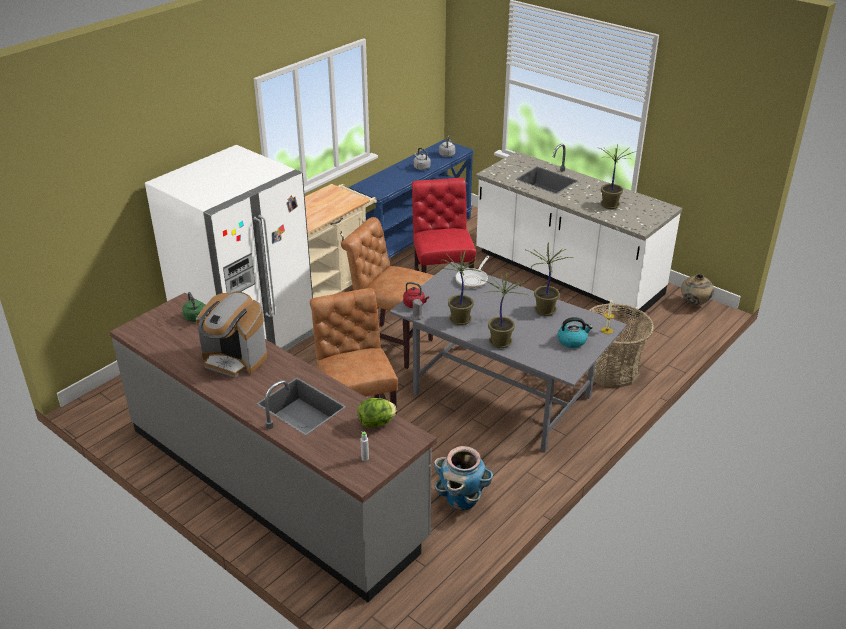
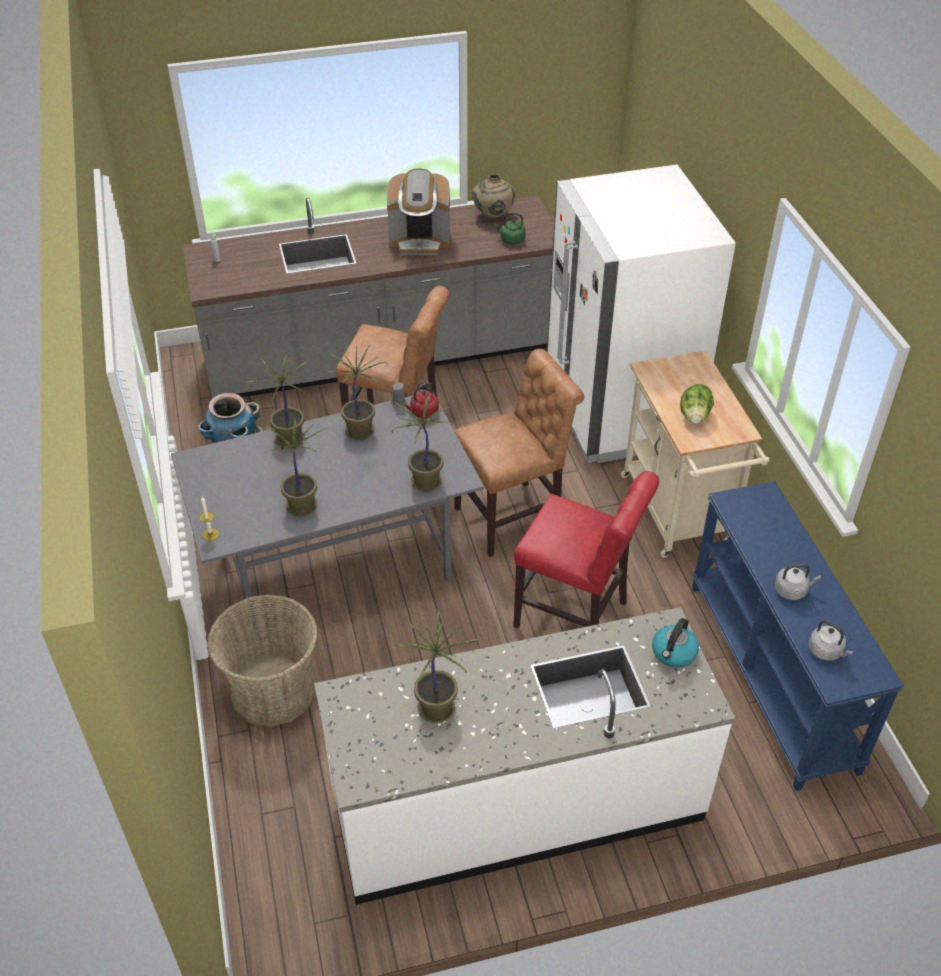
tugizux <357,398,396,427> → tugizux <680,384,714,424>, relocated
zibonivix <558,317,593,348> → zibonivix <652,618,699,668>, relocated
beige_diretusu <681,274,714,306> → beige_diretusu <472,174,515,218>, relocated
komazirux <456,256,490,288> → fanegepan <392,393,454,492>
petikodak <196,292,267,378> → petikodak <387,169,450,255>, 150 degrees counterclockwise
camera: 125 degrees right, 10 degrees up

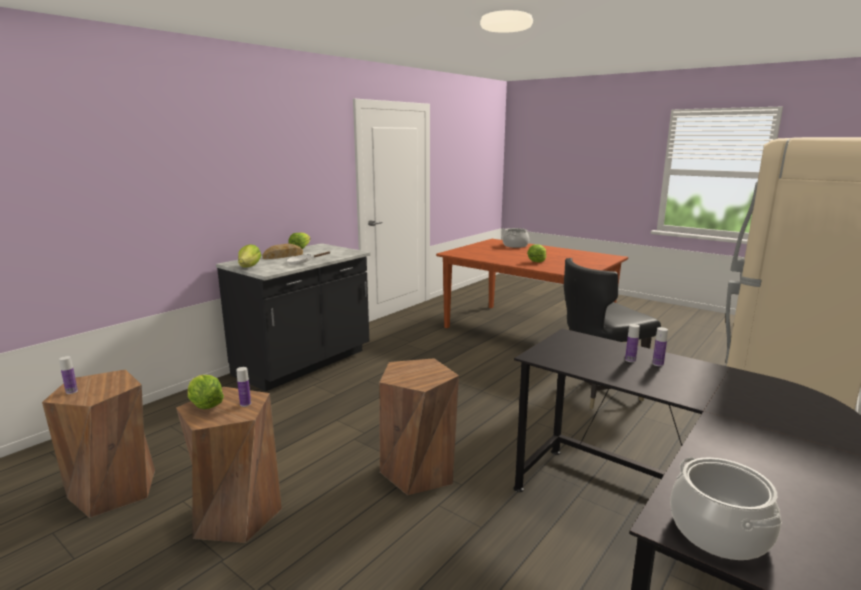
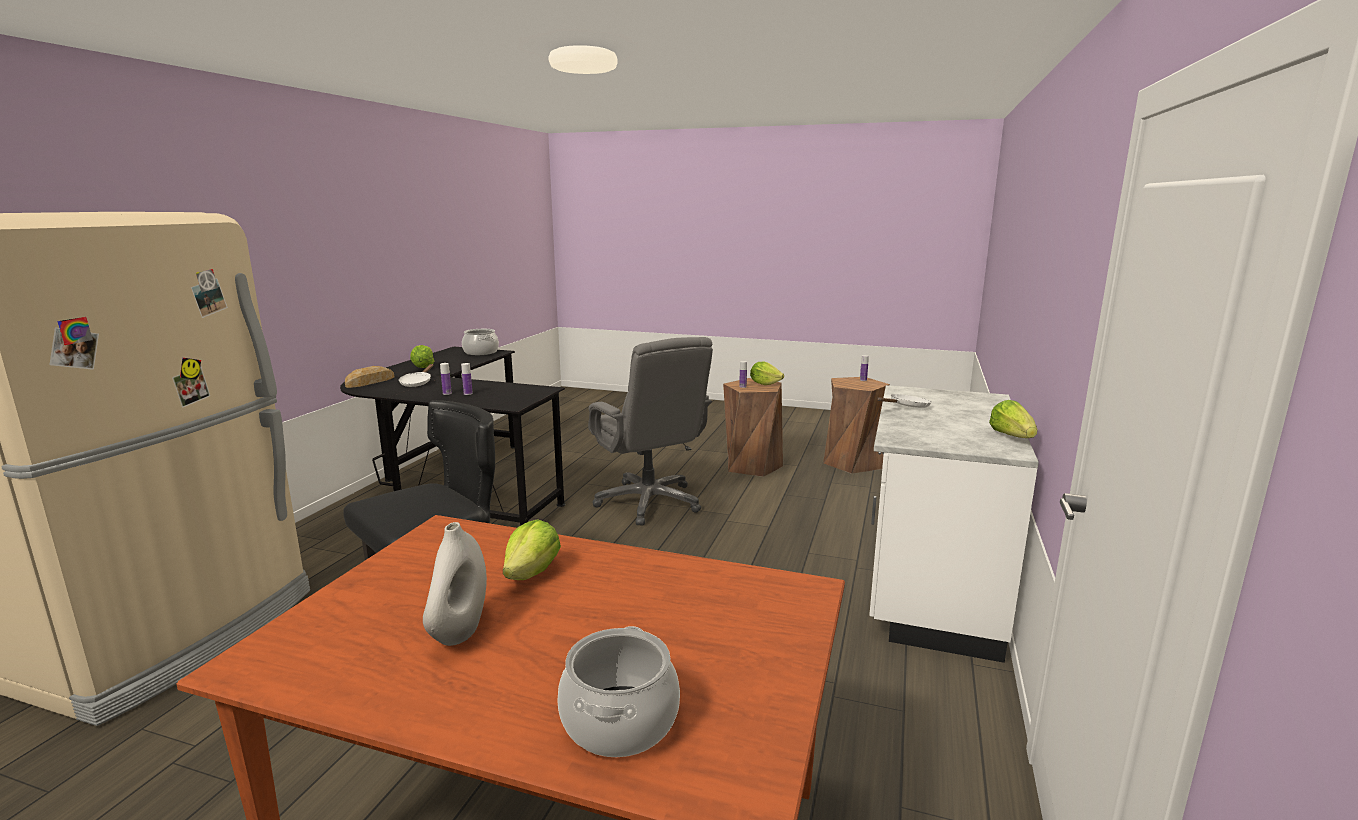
- → white_komazirux <399,364,433,387>
- → white_diretusu <423,522,487,646>
tugizux <238,244,261,268> → tugizux <410,345,434,368>, relocated
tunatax <262,243,303,259> → tunatax <345,366,394,388>, relocated
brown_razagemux <379,358,459,495> → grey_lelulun <588,337,713,526>
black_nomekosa <216,243,370,391> → white_nomekosa <869,385,1039,663>
camera: 160 degrees right, 0 degrees up

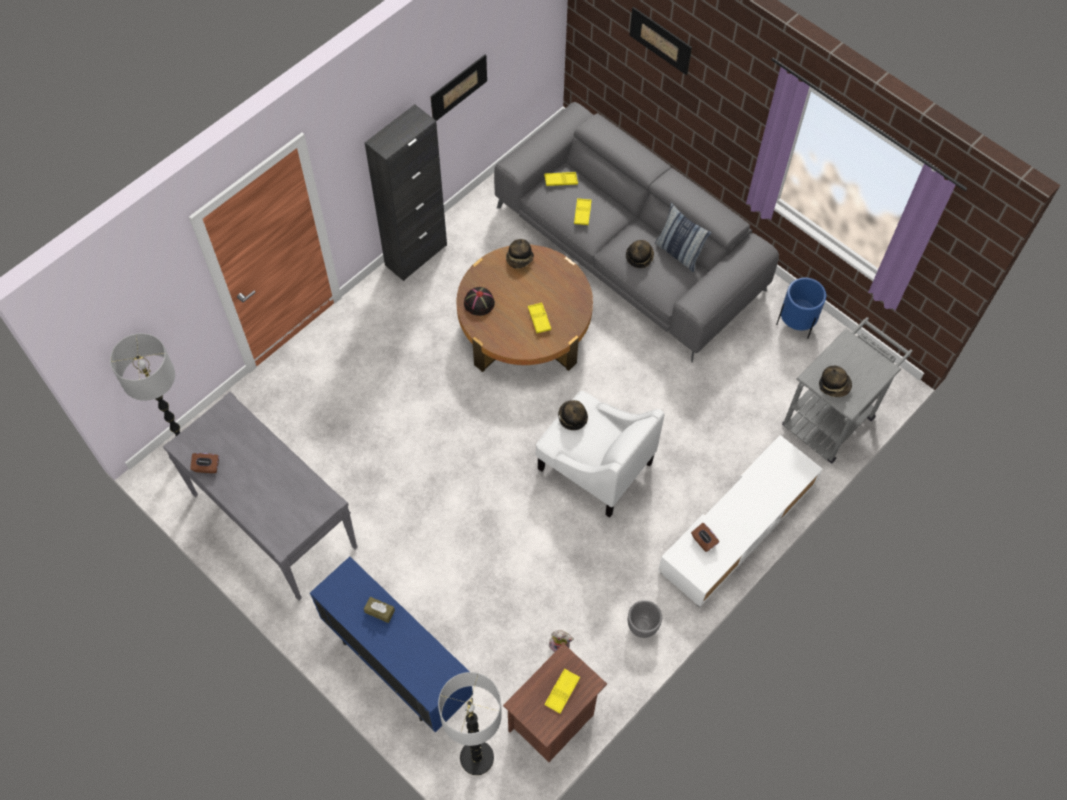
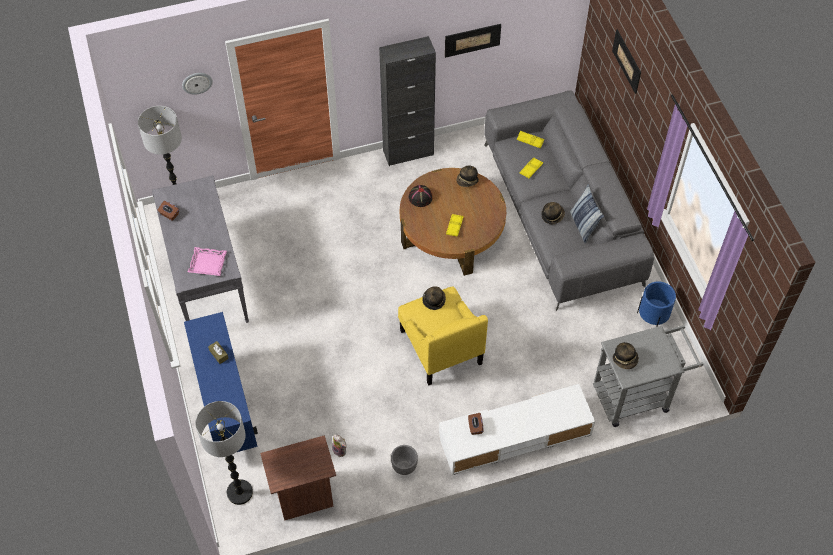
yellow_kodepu <544,668,580,714> → -
- → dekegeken <182,73,213,94>
- → pink_kodepu <188,247,227,276>
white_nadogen <536,391,665,518> → yellow_nadogen <398,287,488,385>
camera: 30 degrees right, 5 degrees down

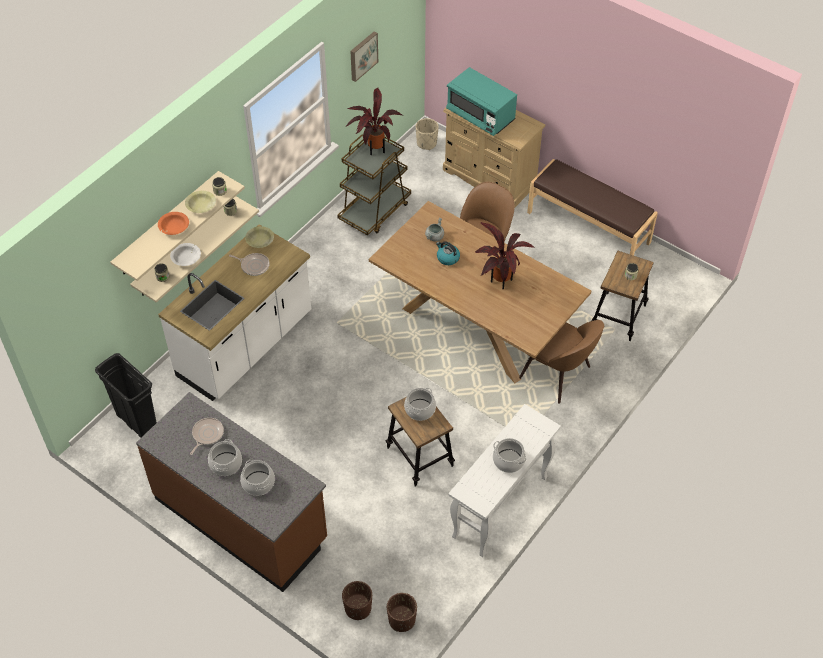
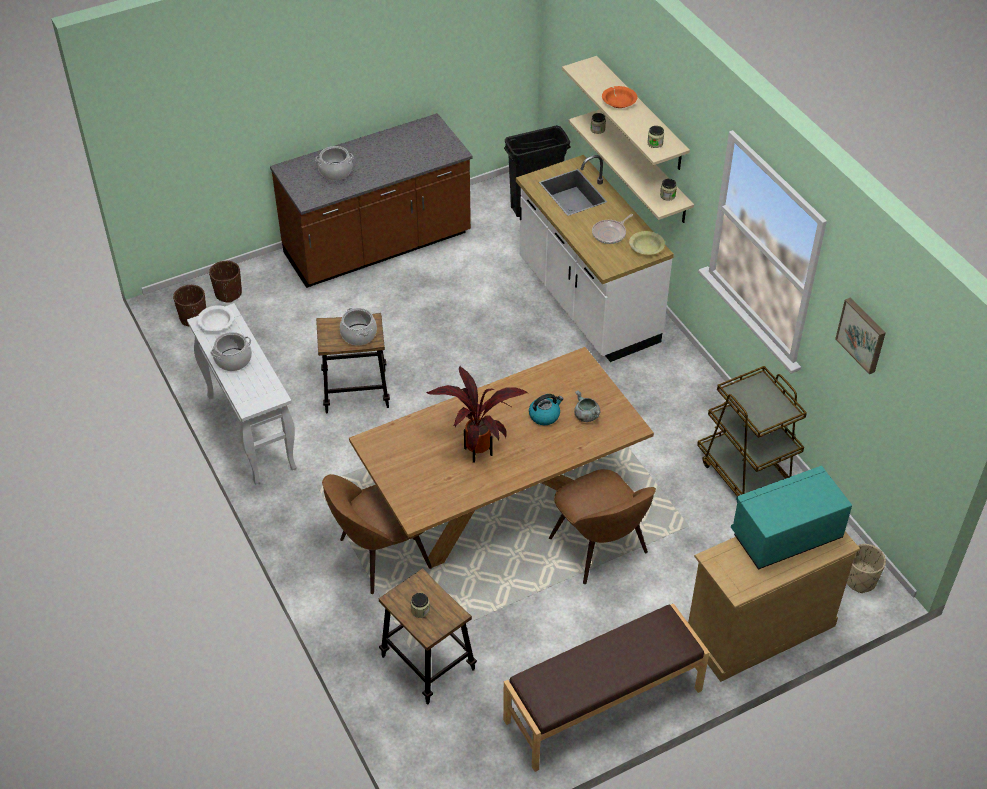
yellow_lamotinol <185,191,216,213> → -
komazirux <190,418,224,455> → -
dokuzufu <208,439,242,476> → -
fanegepan <345,88,403,155> → -
white_lamotinol <170,243,201,266> → white_lamotinol <197,305,234,331>, relocated
camera: 115 degrees right, 5 degrees down

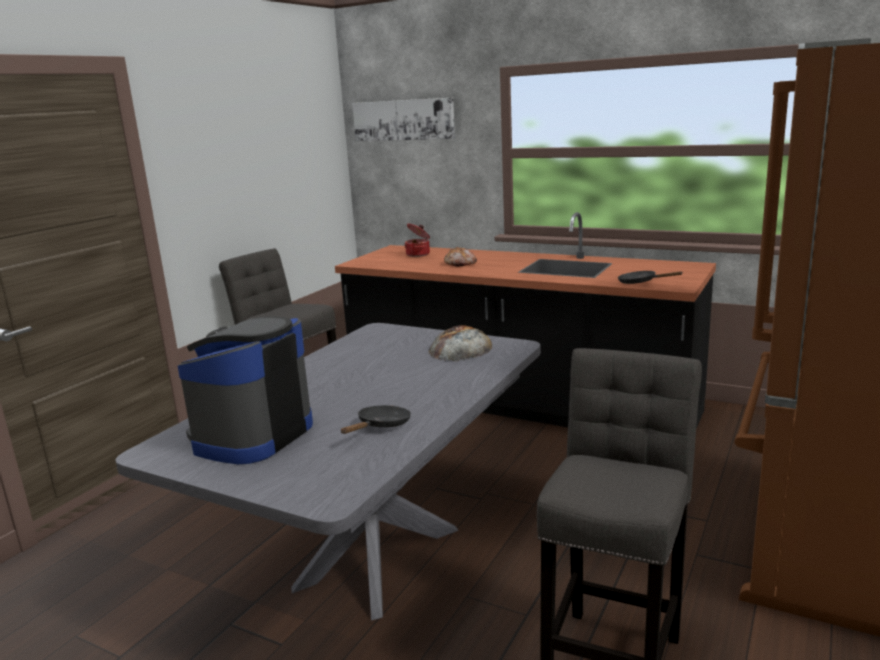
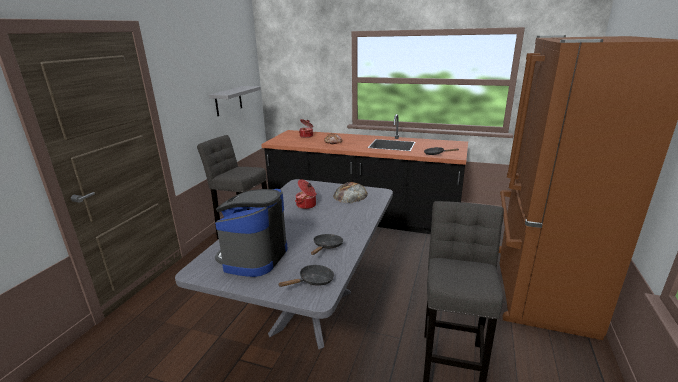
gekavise <352,97,455,141> → -
- → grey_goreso <209,86,261,116>
- → black_komazirux <279,265,334,287>
- → dokuzufu <295,179,317,209>
camera: 10 degrees left, 5 degrees up

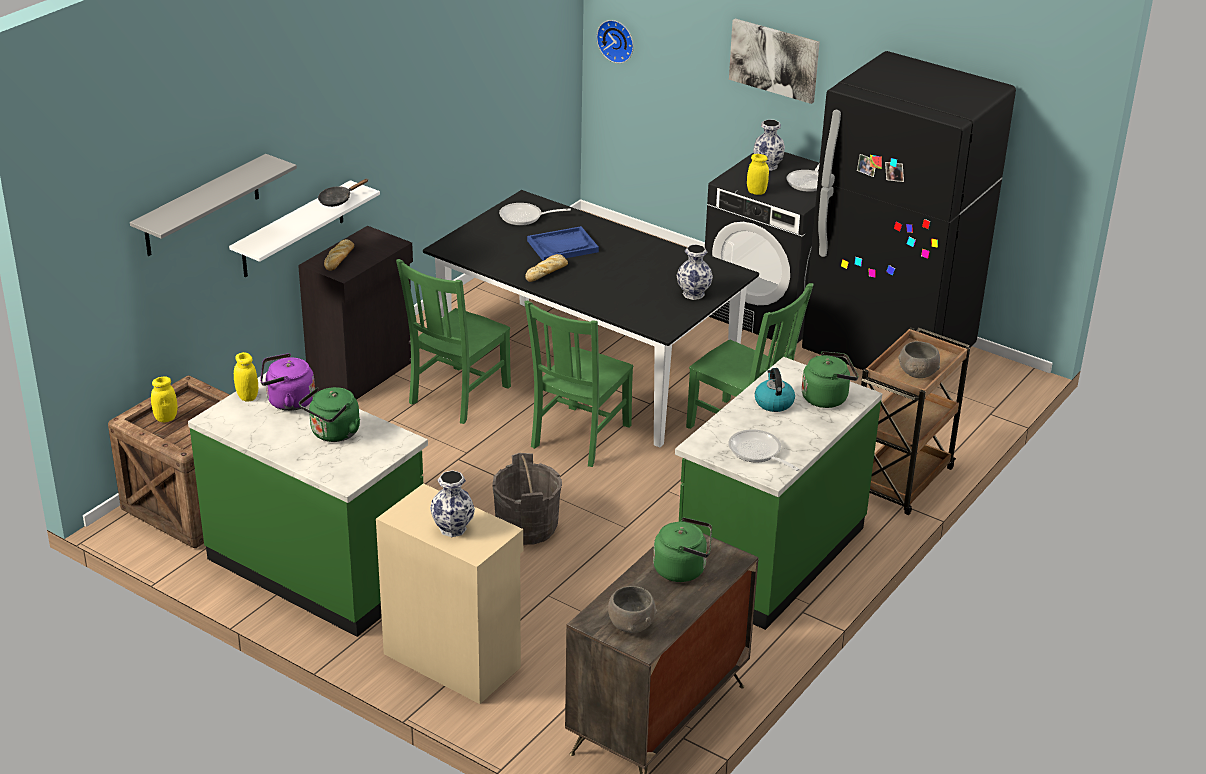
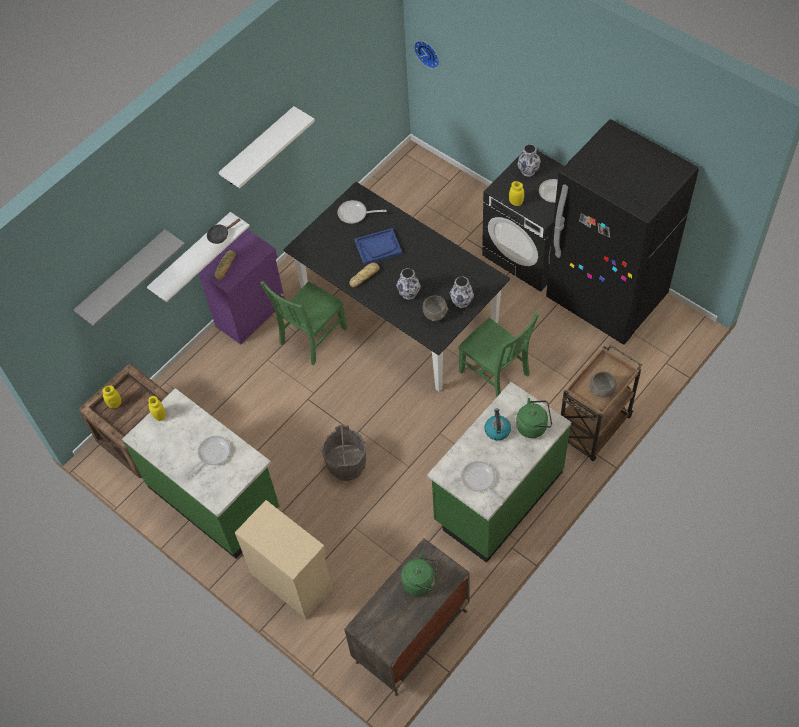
purple_zibonivix <260,353,315,411> → -
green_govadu <525,301,633,467> → -
gekavise <729,19,820,104> → -
- → white_goreso <219,106,315,188>
diretusu <430,470,475,537> → diretusu <396,268,421,300>, relocated
grey_lamotinol <608,586,657,633> → grey_lamotinol <422,295,448,321>, relocated
green_zibonivix <299,387,360,442> → komazirux <183,436,231,476>
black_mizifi <298,226,413,400> → purple_mizifi <199,229,285,345>
camera: 10 degrees right, 25 degrees up

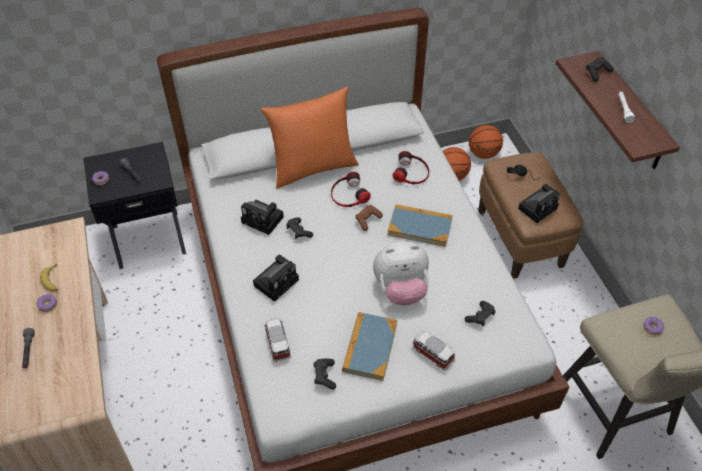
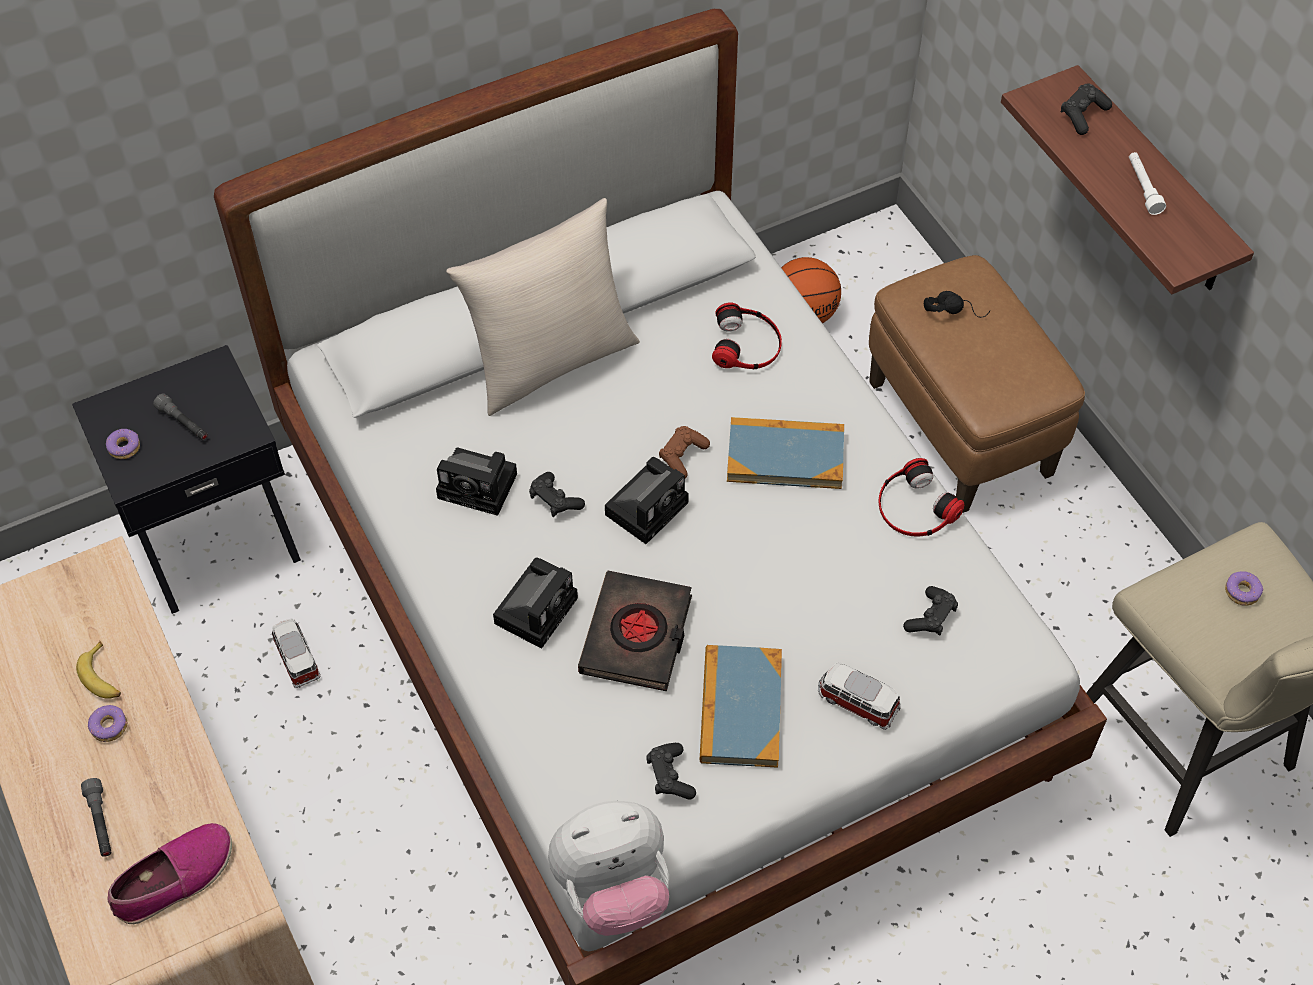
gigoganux <469,125,503,159> → -
- → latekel <107,823,232,924>
- → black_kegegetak <578,571,692,691>
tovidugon <264,318,291,362> → tovidugon <272,619,321,688>, relocated
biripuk <331,172,371,207> → biripuk <879,458,964,536>, relocated
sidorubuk <373,241,429,305> → sidorubuk <548,801,669,936>, relocated
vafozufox <518,184,560,223> → vafozufox <605,457,689,544>, relocated
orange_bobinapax <261,86,359,189> → beige_bobinapax <446,198,640,416>
camera: 10 degrees left, 5 degrees up

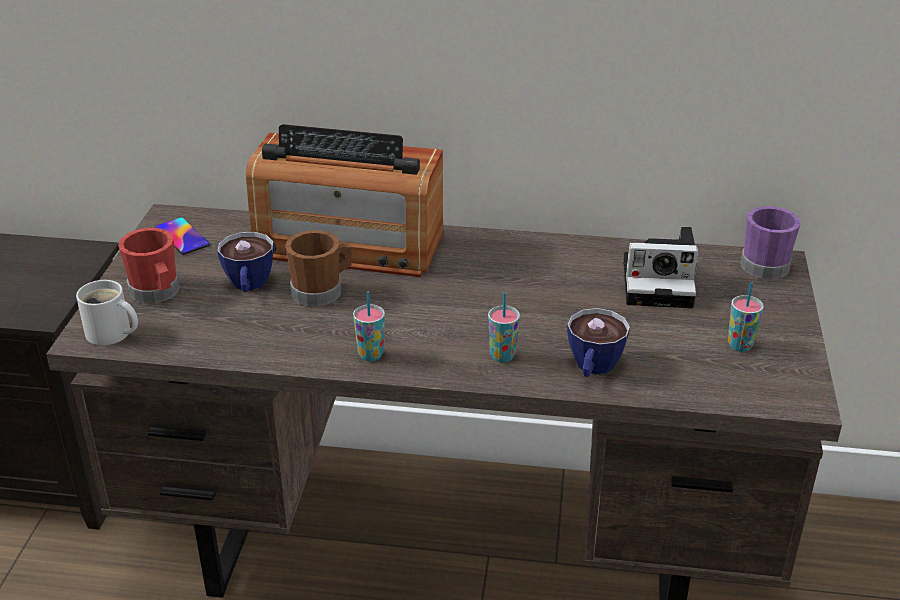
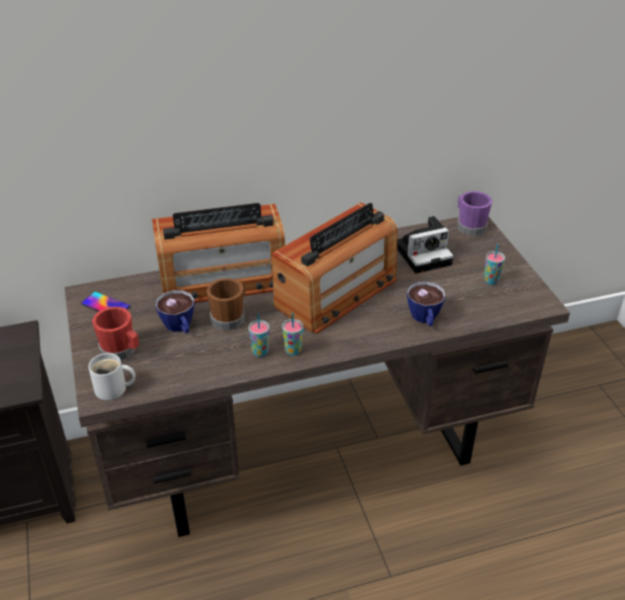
- → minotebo <272,202,397,334>
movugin <488,292,520,362> → movugin <248,314,269,357>, relocated
camera: 25 degrees left, 5 degrees up

